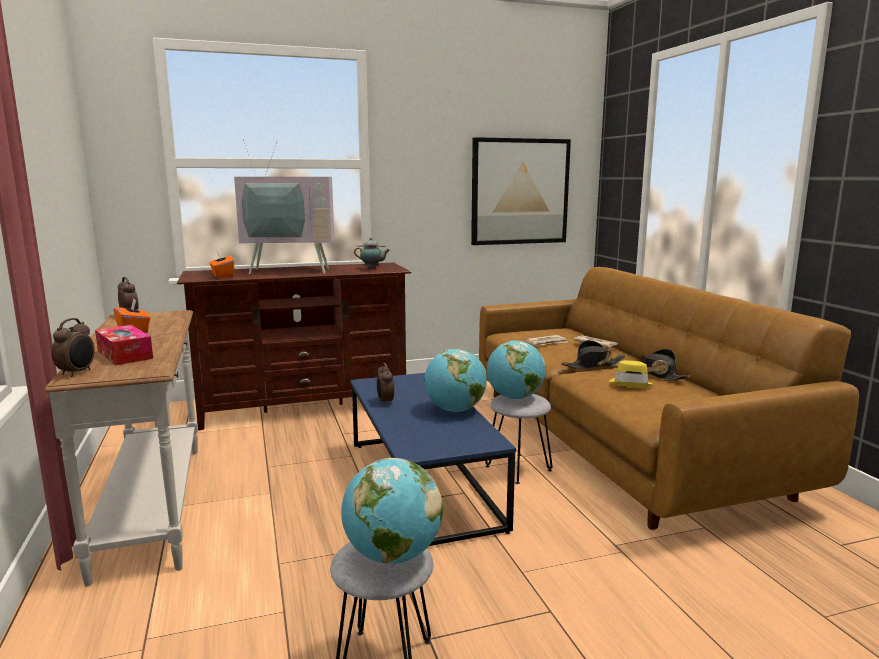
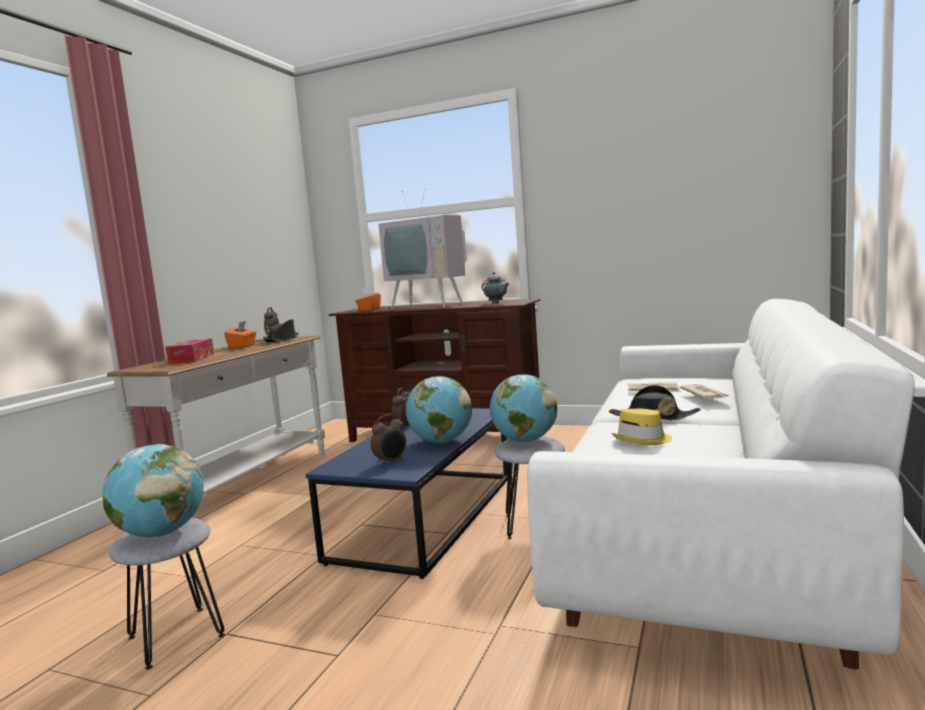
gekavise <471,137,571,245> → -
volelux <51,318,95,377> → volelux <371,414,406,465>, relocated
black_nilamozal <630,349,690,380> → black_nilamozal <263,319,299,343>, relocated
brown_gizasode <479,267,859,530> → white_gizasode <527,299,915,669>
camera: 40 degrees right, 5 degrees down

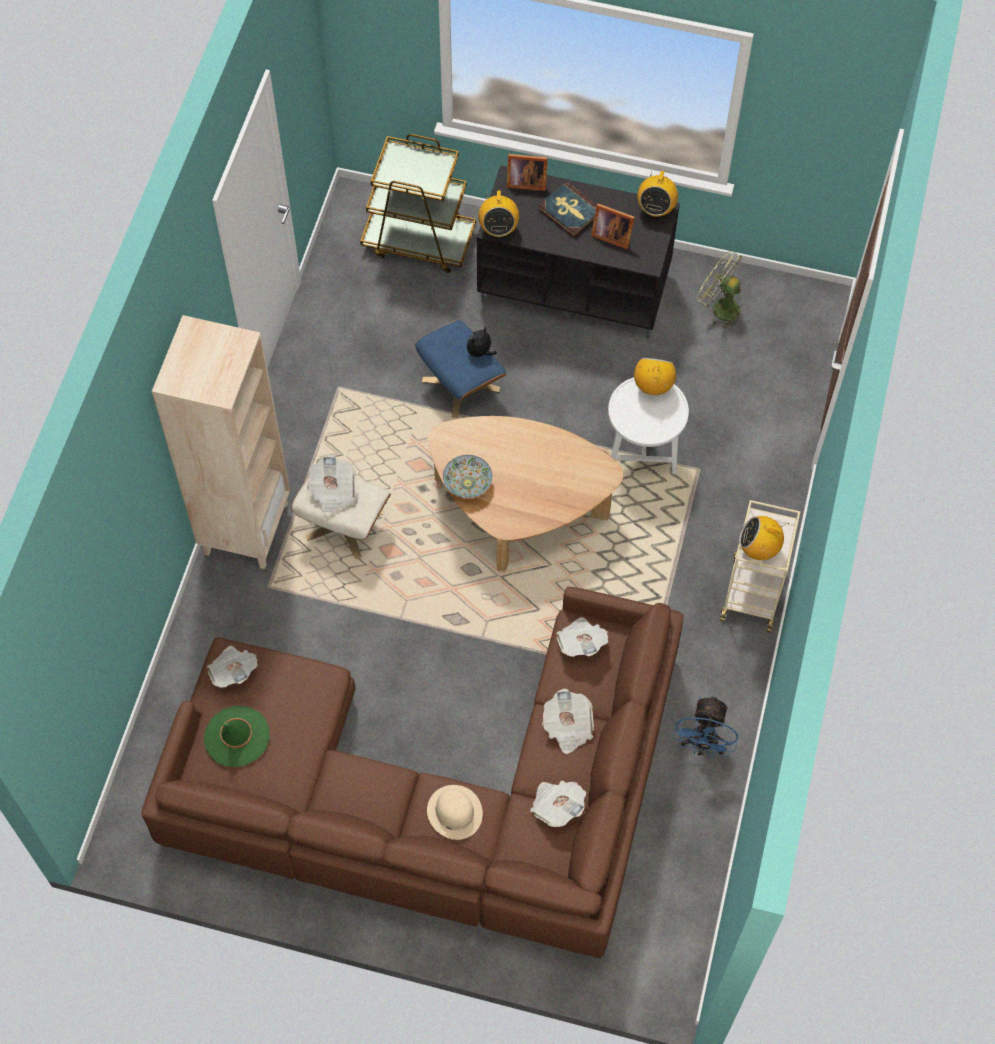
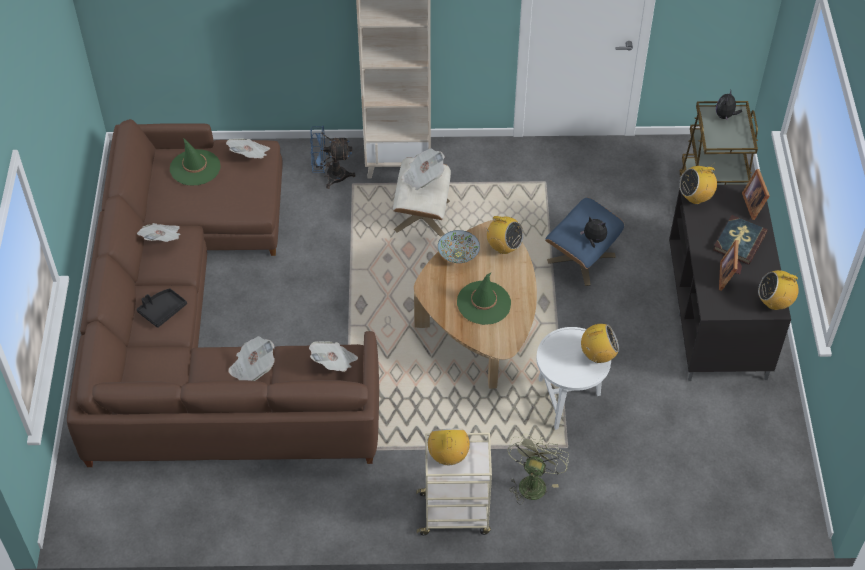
- → green_nilamozal <457,272,511,325>
- → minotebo <485,216,524,254>
- → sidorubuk <716,90,742,121>
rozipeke <530,781,586,827> → rozipeke <137,223,181,242>, relocated
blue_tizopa <673,695,738,758> → blue_tizopa <310,125,356,189>, relocated
green_tizopa <697,251,742,329> → green_tizopa <507,434,569,505>, relocated
beige_nilamozal <427,785,483,840> → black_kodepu <137,288,187,328>
camera: 75 degrees right, 10 degrees down

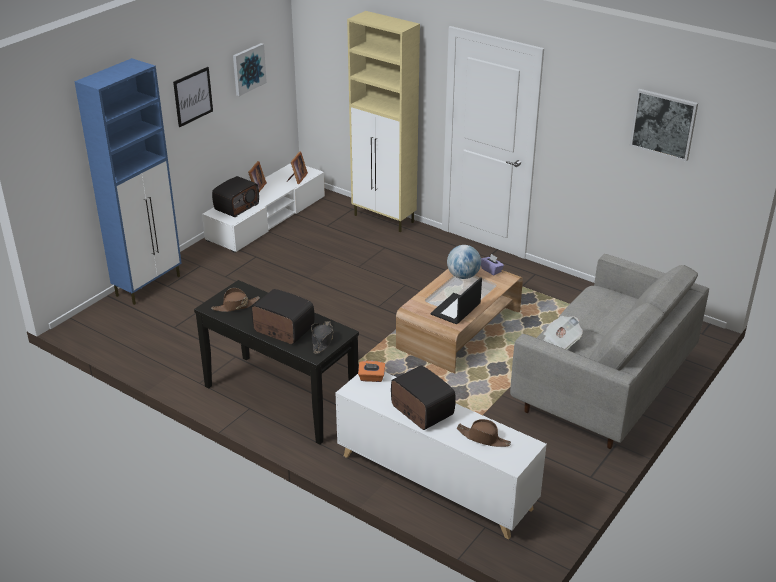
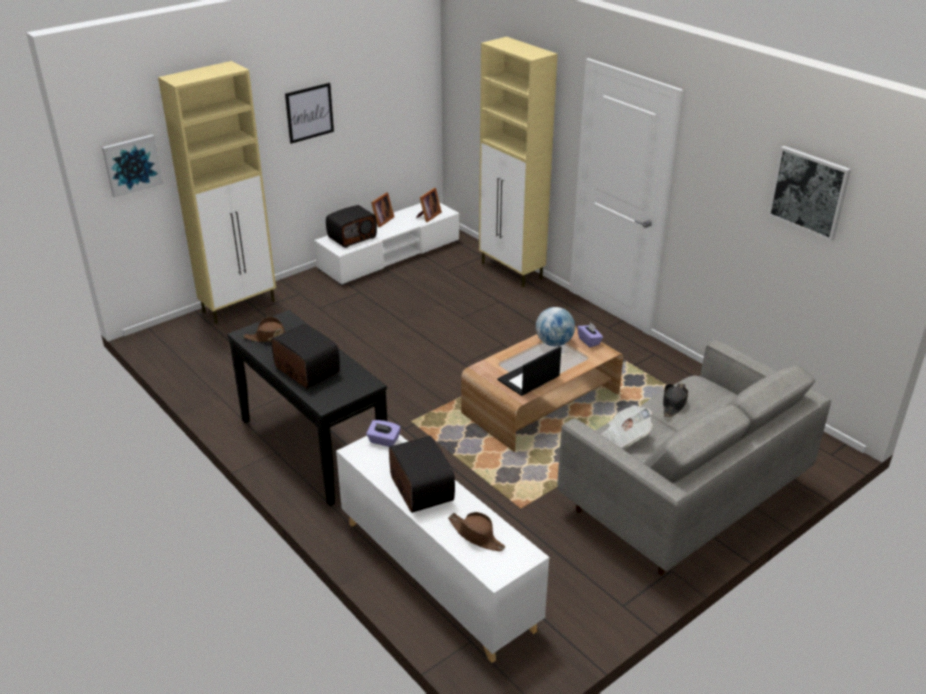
gekavise <233,43,267,96> → gekavise <102,135,163,198>, relocated
black_nilamozal <311,321,333,354> → black_nilamozal <663,383,688,417>, relocated
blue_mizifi <74,58,182,305> → beige_mizifi <158,61,276,324>
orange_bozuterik <358,361,385,382> → purple_bozuterik <366,420,401,447>
camera: 15 degrees right, 0 degrees up

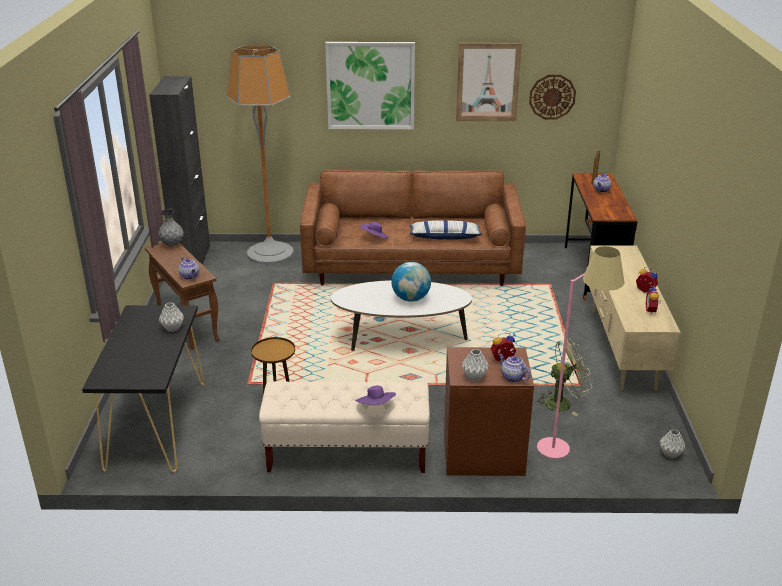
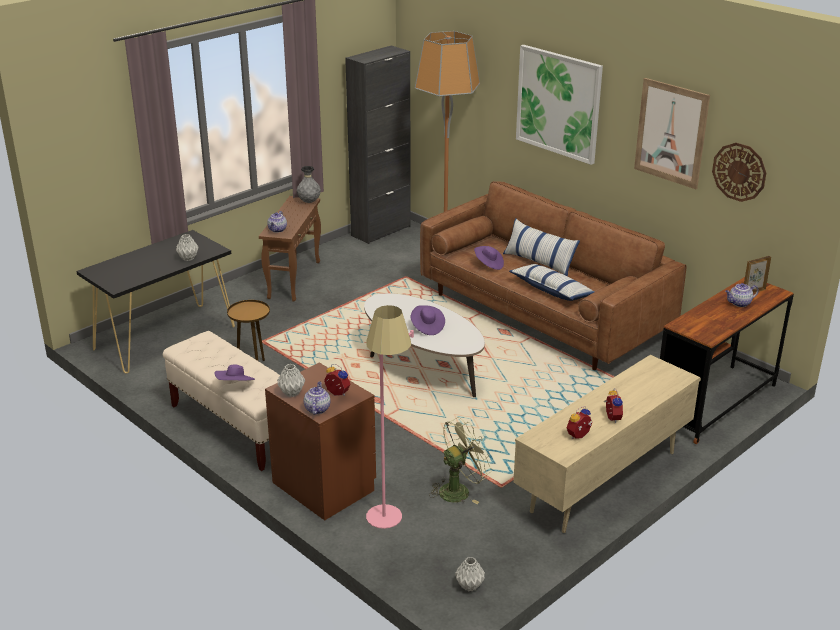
- → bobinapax <503,218,580,276>
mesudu <391,262,431,302> → purple_nilamozal <411,305,445,335>
green_tizopa <535,339,592,416> → green_tizopa <429,417,492,504>, 60 degrees counterclockwise
camera: 45 degrees right, 0 degrees up

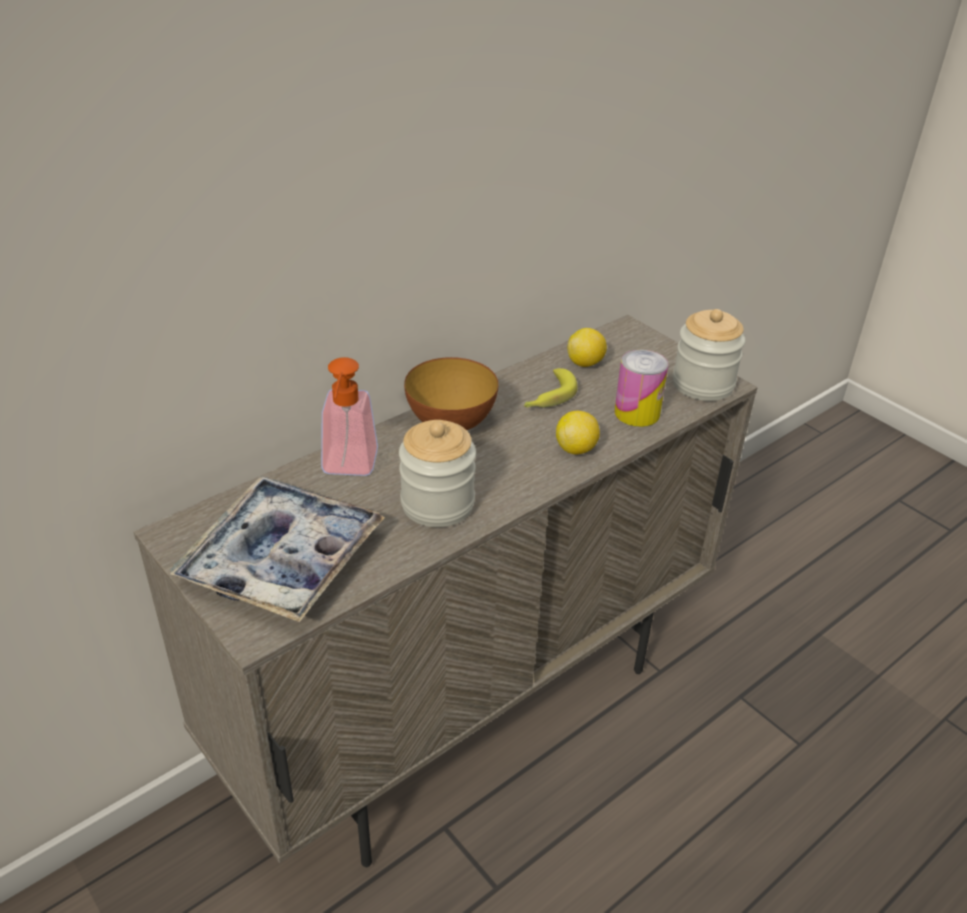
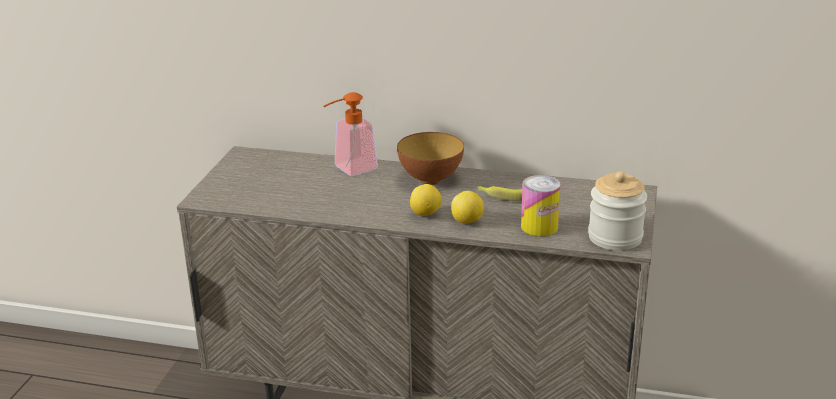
kodepu <170,476,385,622> → -
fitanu <399,420,476,527> → -
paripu <567,328,607,367> → paripu <410,184,442,216>, relocated
camera: 55 degrees right, 10 degrees down

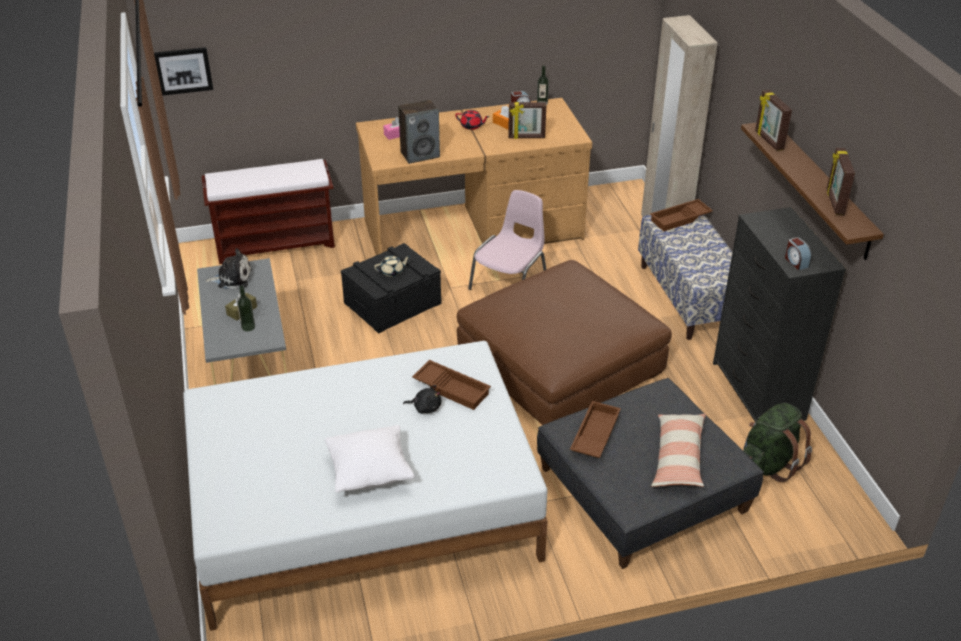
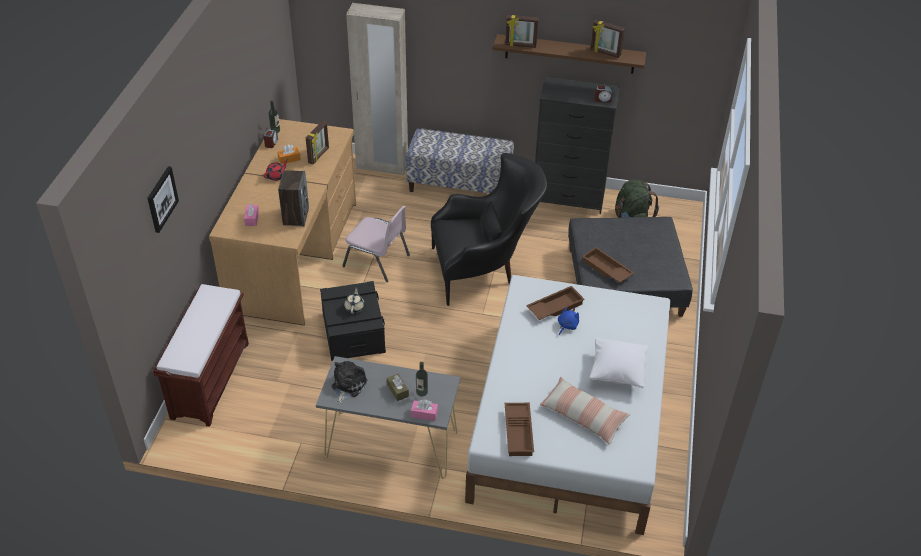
- → pink_bozuterik <411,399,438,421>
gekavise <154,47,213,96> → gekavise <147,166,179,233>, relocated
brown_kodepu <650,199,713,231> → brown_kodepu <505,403,534,456>, relocated
bobinapax <651,414,706,487> → bobinapax <540,377,631,445>, relocated
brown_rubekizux <457,260,672,425> → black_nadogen <431,153,547,306>
black_sidorubuk <403,385,442,414> → blue_sidorubuk <558,307,579,335>
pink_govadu <468,190,547,290> → pink_govadu <343,206,410,282>, 150 degrees clockwise
camera: 65 degrees left, 5 degrees up

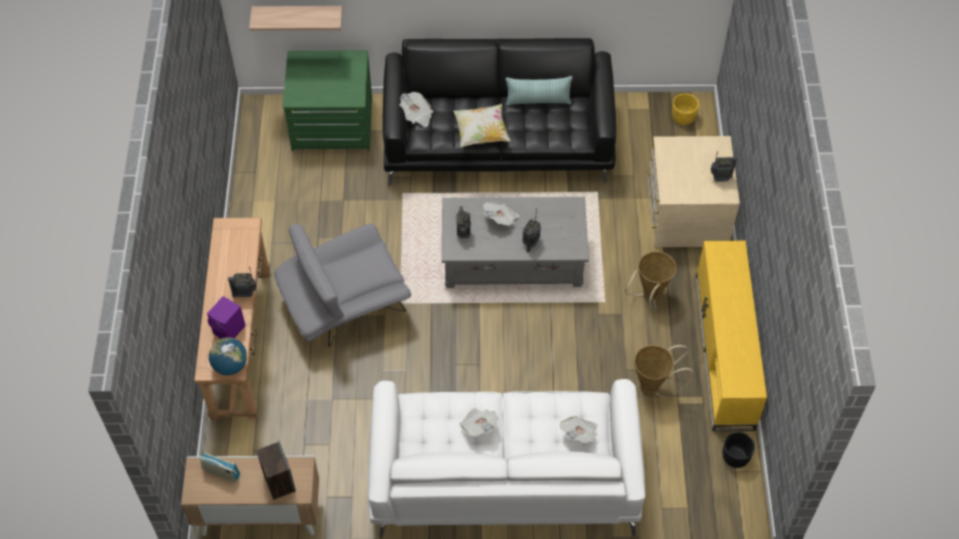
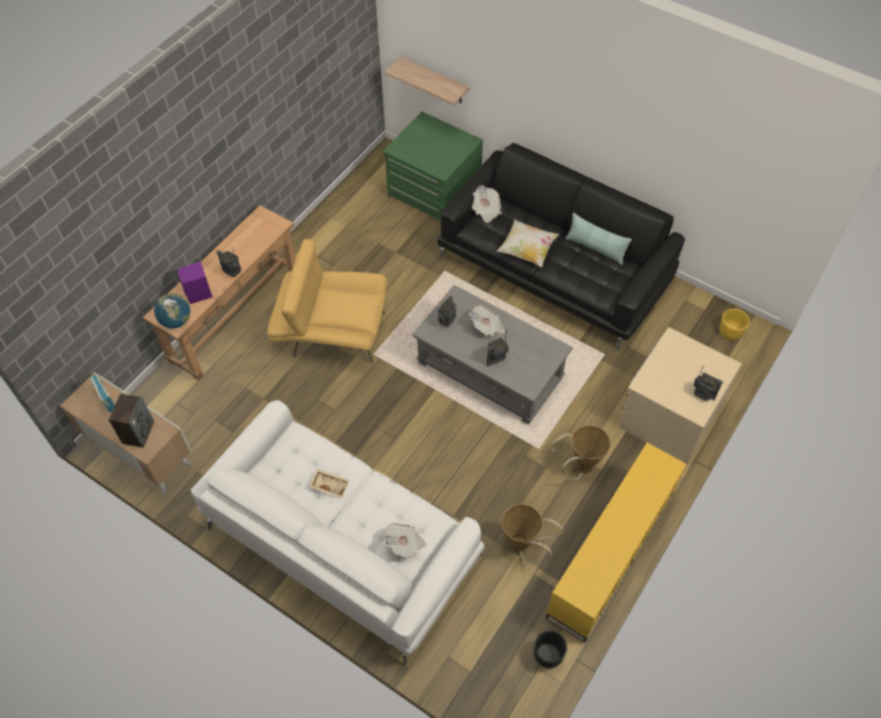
rozipeke <459,408,499,436> → beige_kodepu <309,469,349,498>
grey_nadogen <274,224,411,347> → yellow_nadogen <267,239,387,363>
camera: 35 degrees right, 0 degrees up

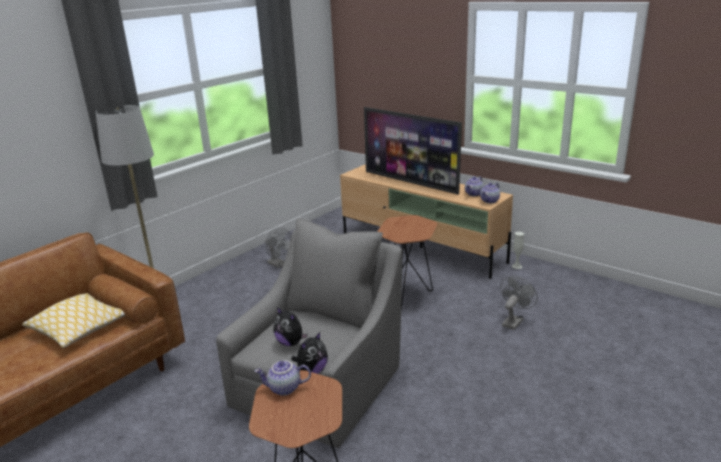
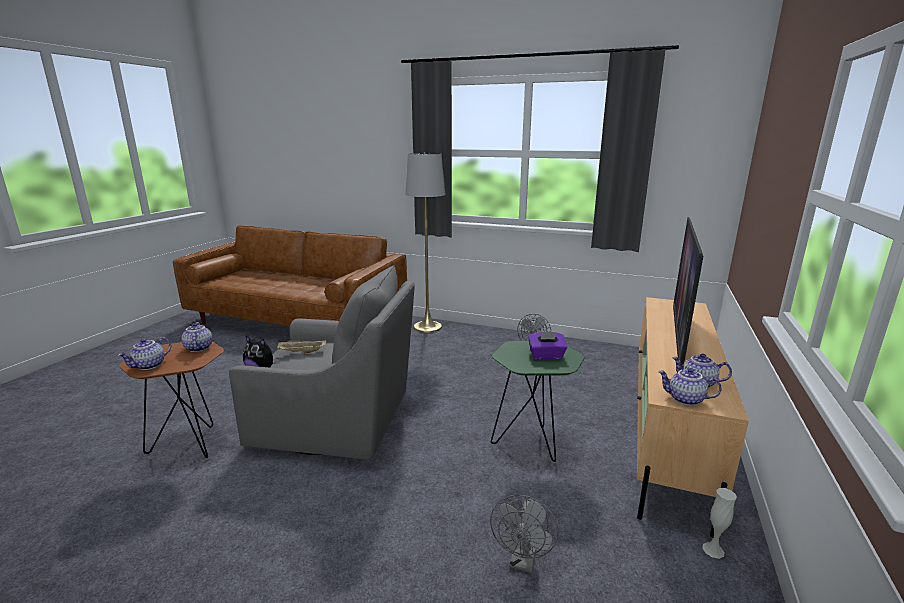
bobinapax <22,293,125,348> → -
- → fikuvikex <118,337,171,370>
- → purple_bozuterik <528,332,567,359>
sidorubuk <274,307,308,346> → beige_kodepu <277,340,326,353>
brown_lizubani <377,215,437,309> → green_lizubani <491,341,585,462>
grey_tizopa <500,276,538,330> → grey_tizopa <490,495,558,573>, 90 degrees clockwise
camera: 70 degrees right, 5 degrees down

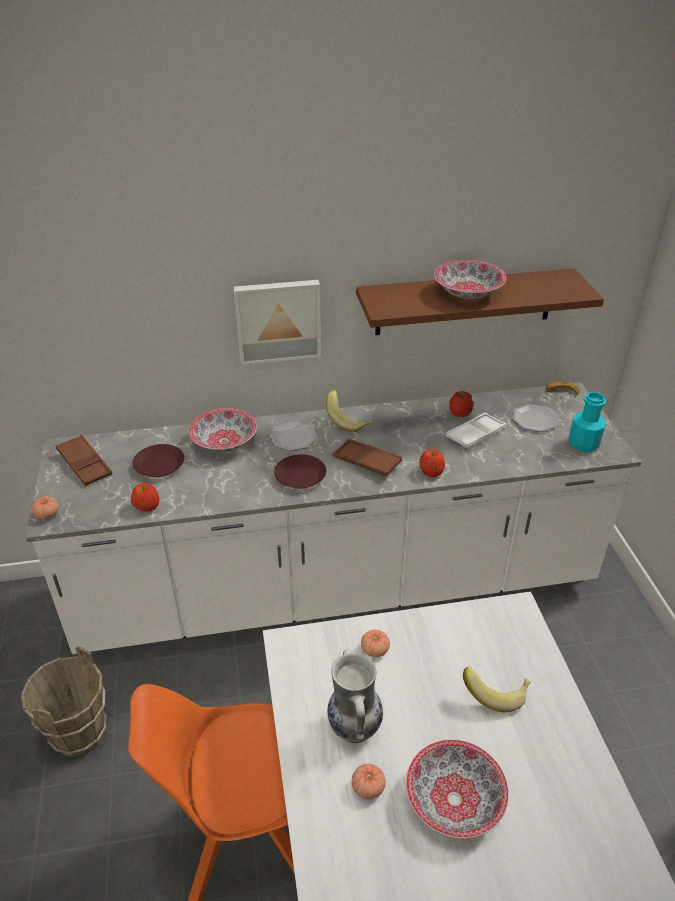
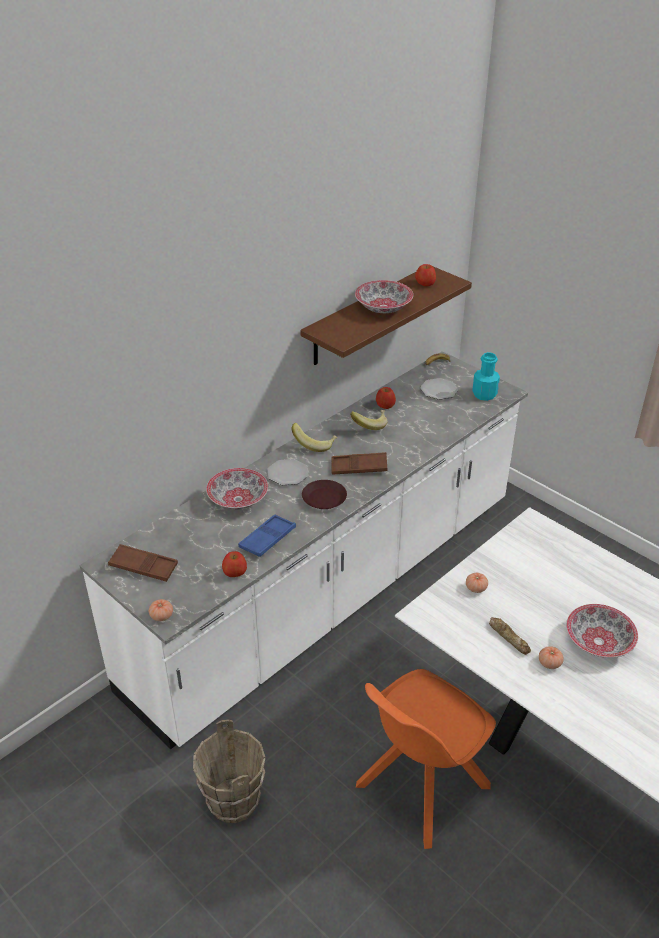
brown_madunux <132,444,185,477> → -
gekavise <234,280,321,365> → -
white_kodepu <446,412,507,448> → -
- → blue_kodepu <238,514,296,557>
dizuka <419,449,445,477> → dizuka <415,264,436,286>, relocated
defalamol <463,666,531,712> → defalamol <350,410,387,430>, relocated
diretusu <327,649,383,743> → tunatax <489,617,531,655>
camera: 35 degrees left, 0 degrees up

